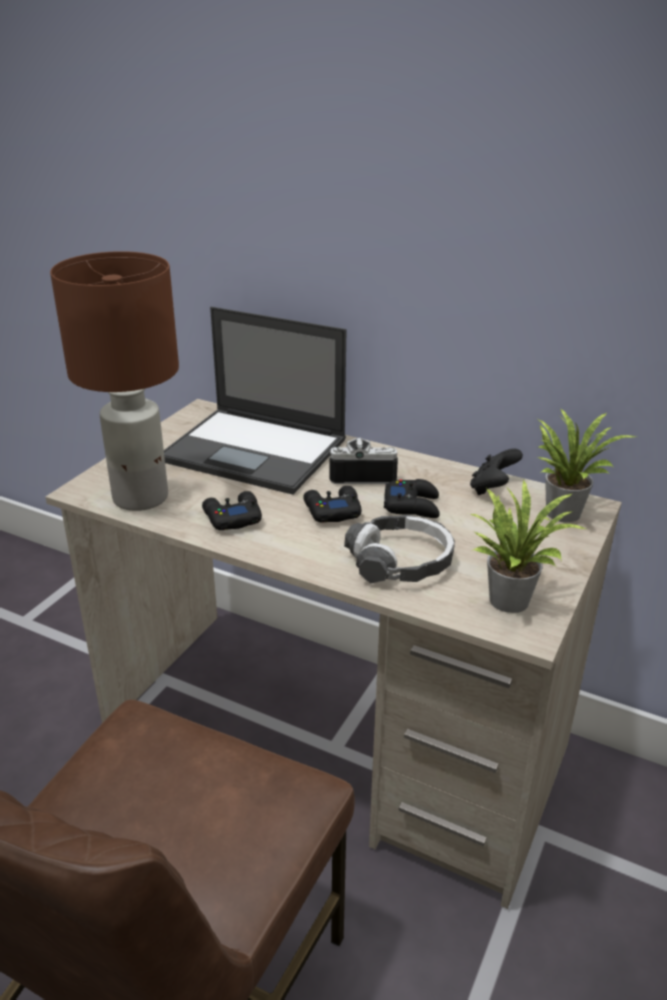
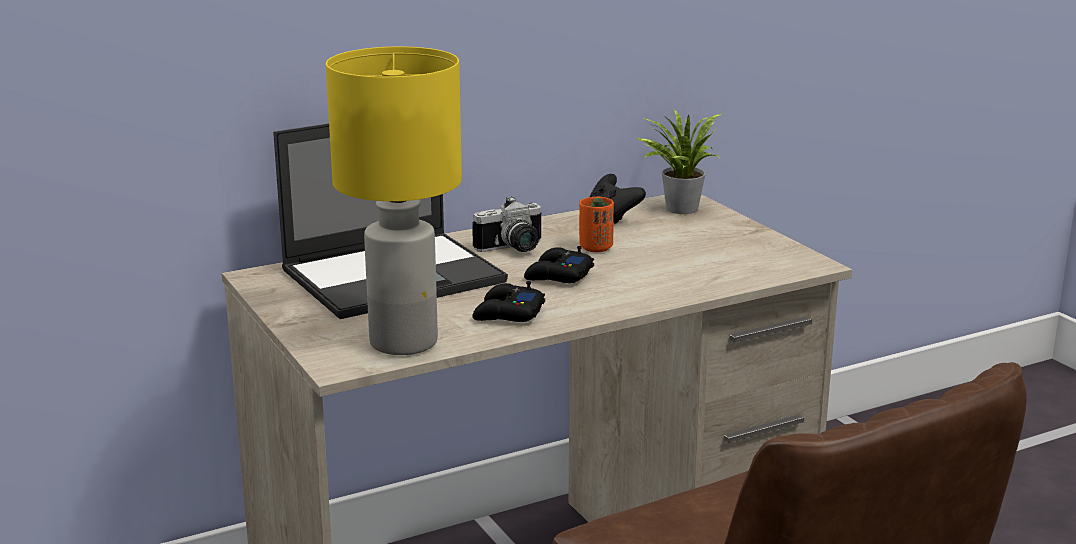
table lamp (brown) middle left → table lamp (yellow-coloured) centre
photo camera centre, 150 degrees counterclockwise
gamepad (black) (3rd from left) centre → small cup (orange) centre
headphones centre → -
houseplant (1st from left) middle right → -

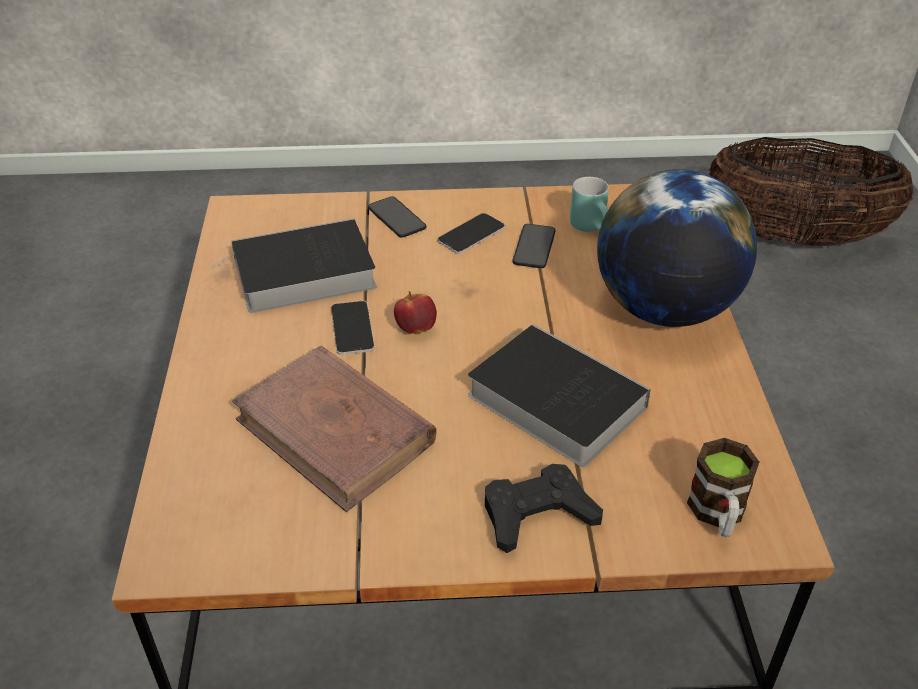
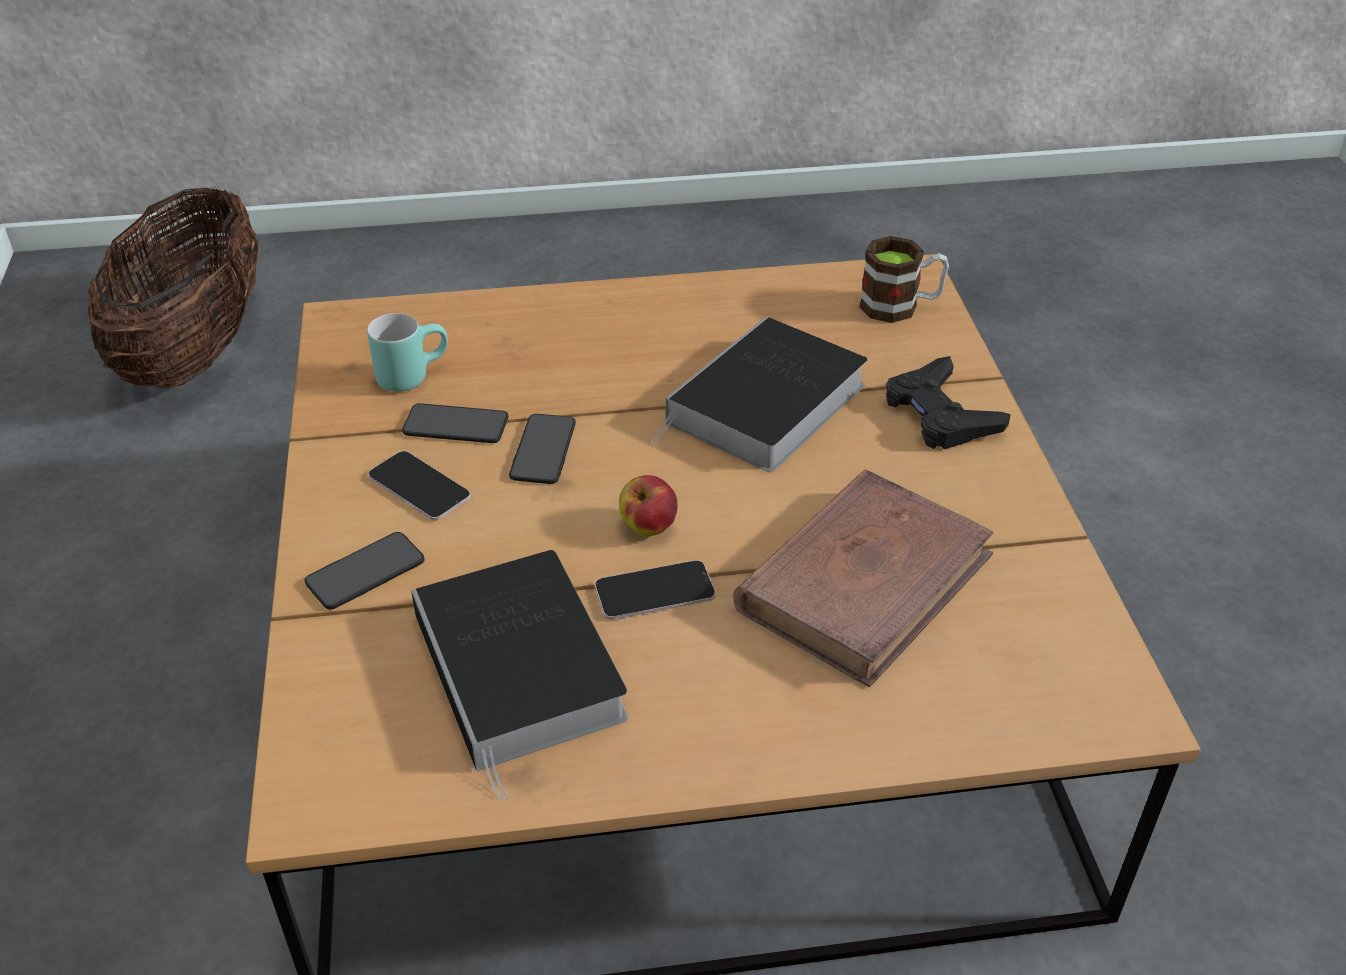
- → phone (4th from left) centre
desk globe middle right → -

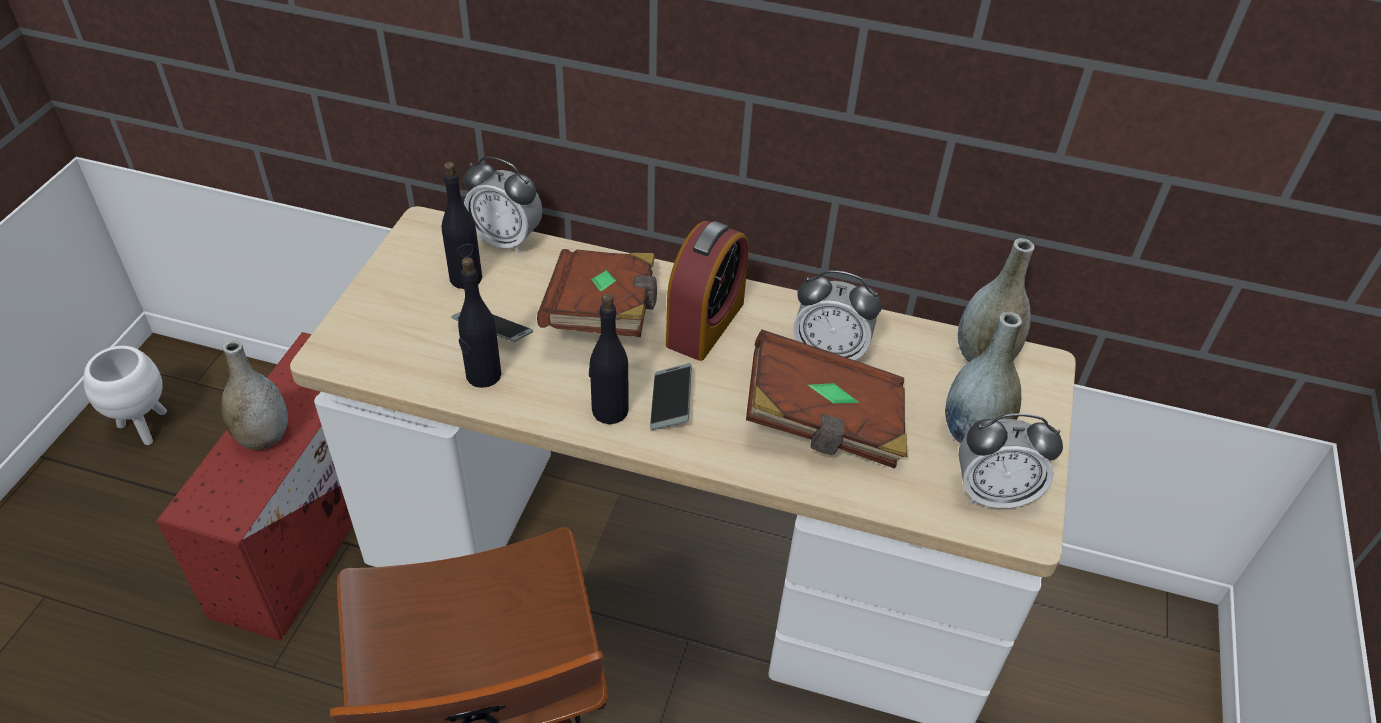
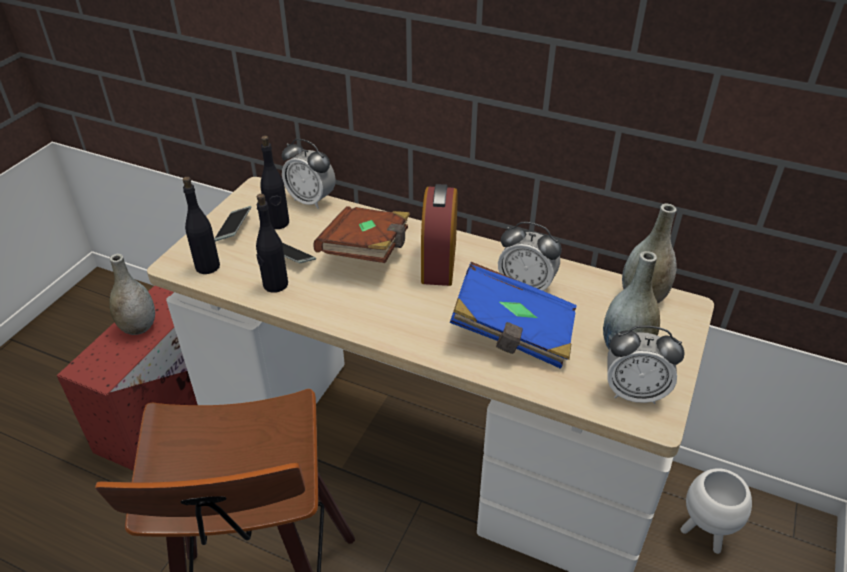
drink bottle (black) (3rd from left in the first image) centre → drink bottle (black) (1st from left) middle left, moved
phone (2nd from left in the first image) centre → phone (1st from left) middle left, moved
bedside clock (2nd from left) centre, 150 degrees clockwise
volume (brown) (2nd from left) centre → volume (bluish) centre
flower pot (whitish) middle left → flower pot (whitish) bottom right, moved

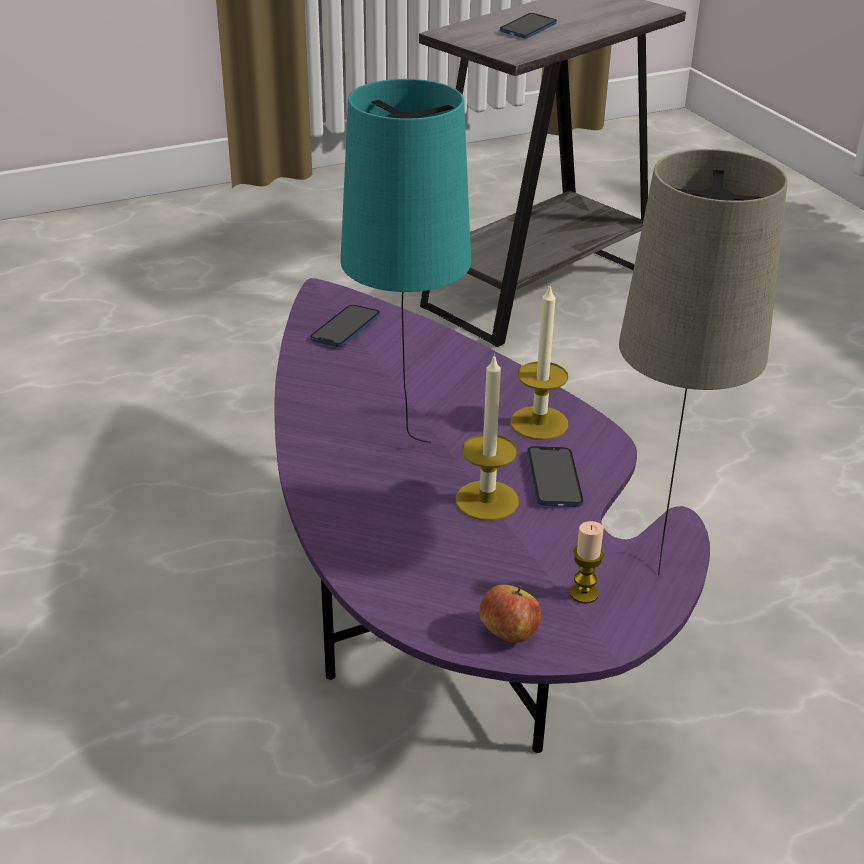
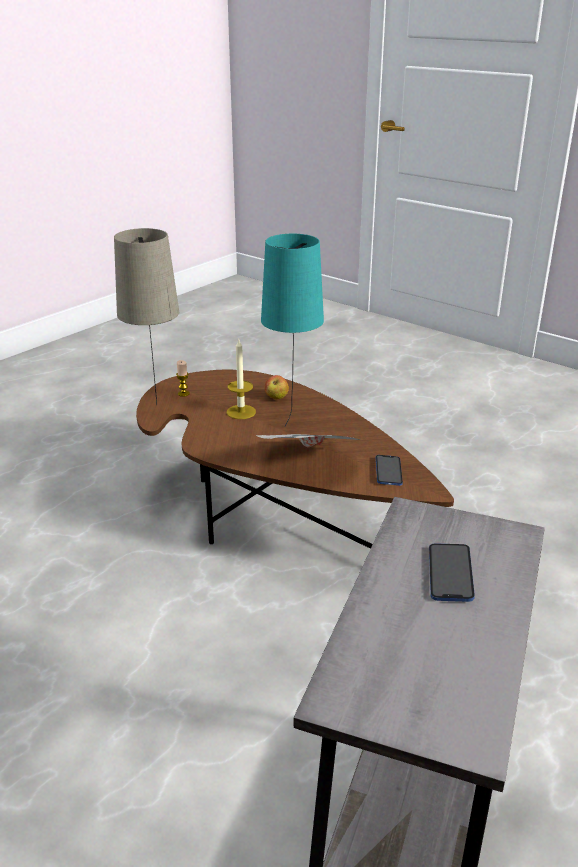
lounge table (purple) centre → lounge table (brown) centre
- → daily paper centre
apple bottom centre → apple centre, moved
wax candle (2nd from left) centre → -
phone (3rd from left) centre → -

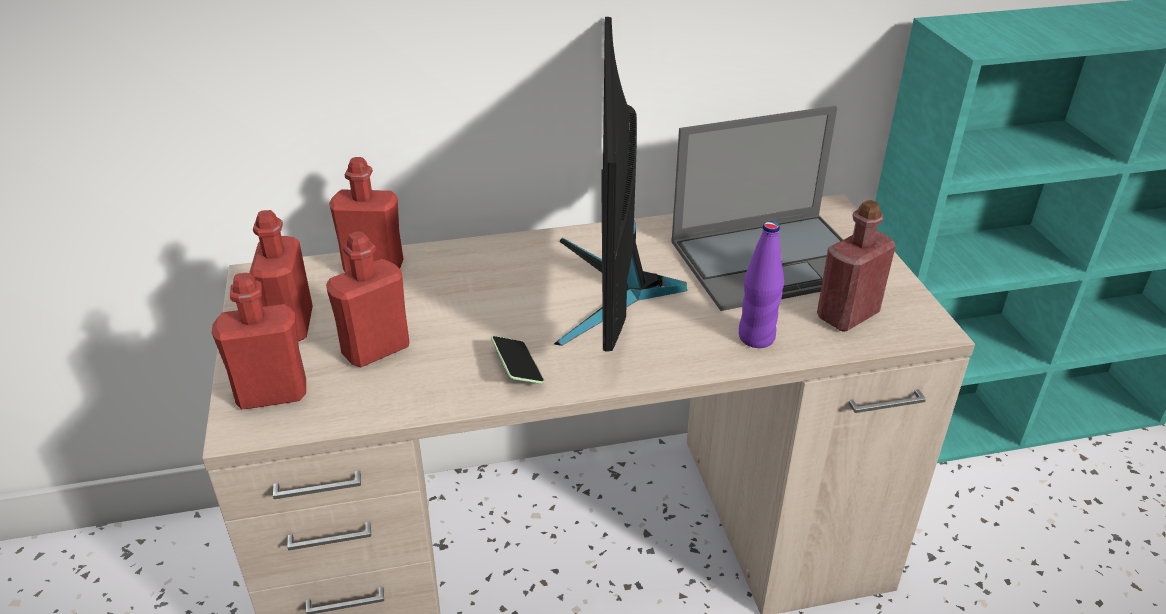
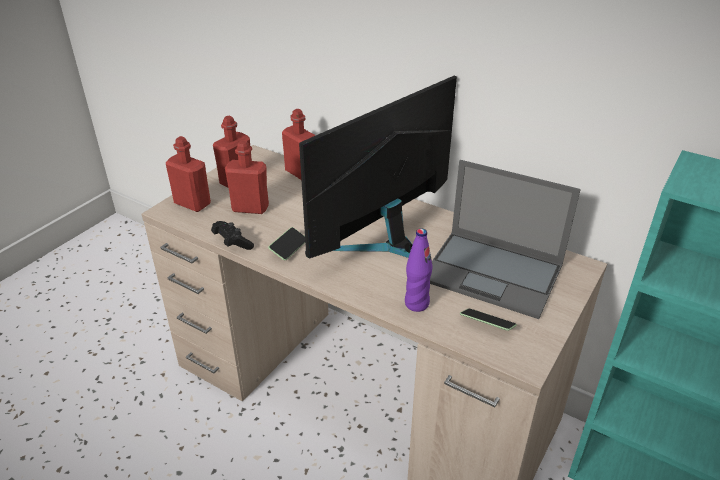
- → gamepad (black) middle left
drink bottle (red) (5th from left) middle right → phone (2nd from left) middle right

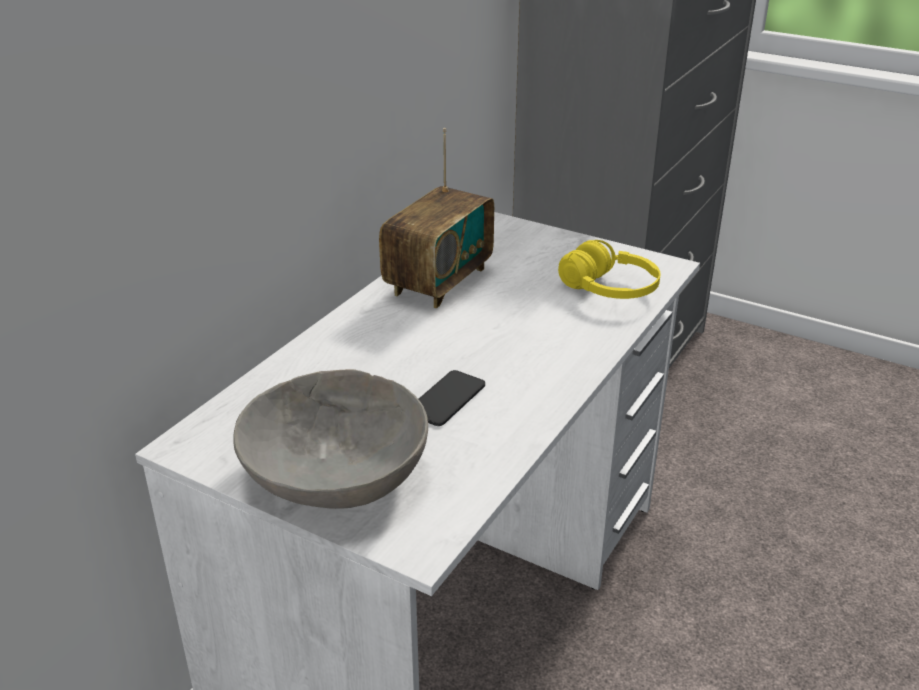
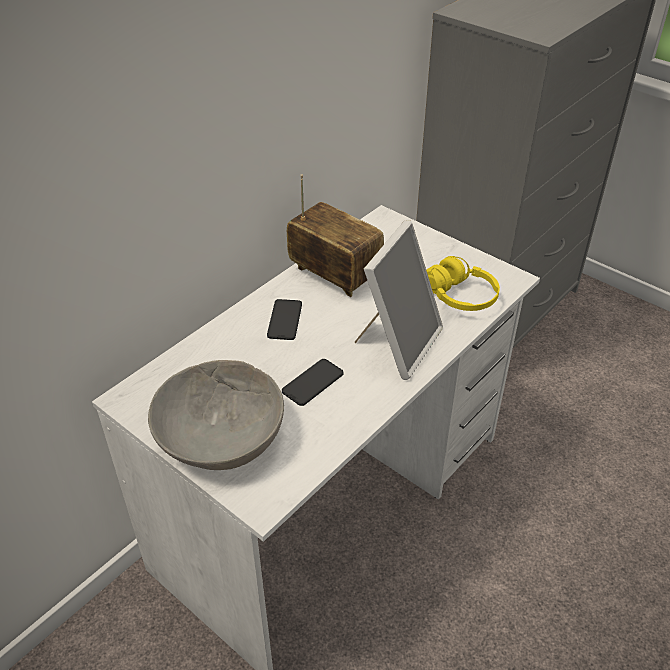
- → phone (1st from left) centre
radio top centre → radio centre, 90 degrees counterclockwise
- → standing frame centre

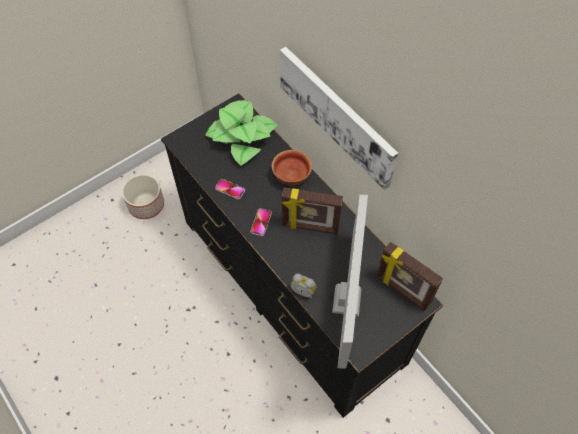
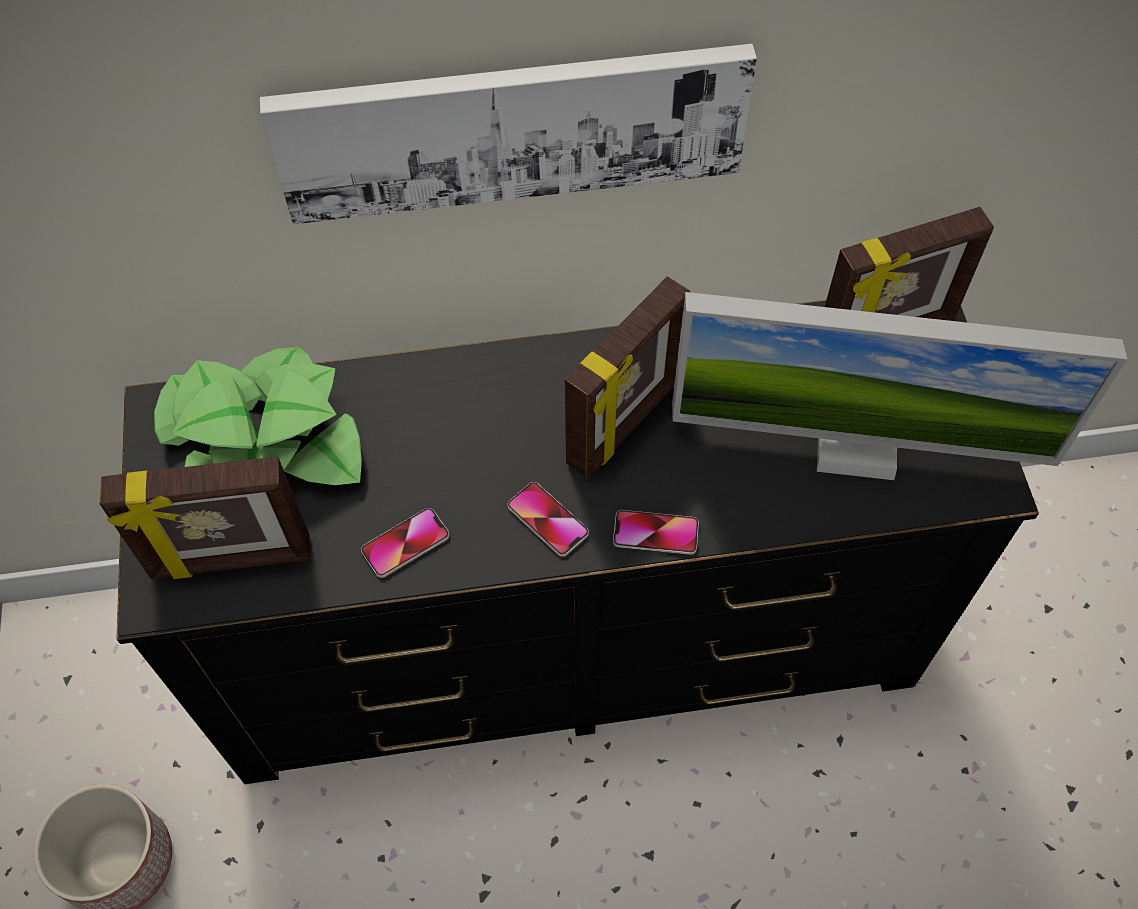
- → standing frame (1st from left) middle left
- → phone (3rd from left) centre
computer screen centre → computer screen middle right, 150 degrees clockwise
bowl centre → -
bedside clock centre → -

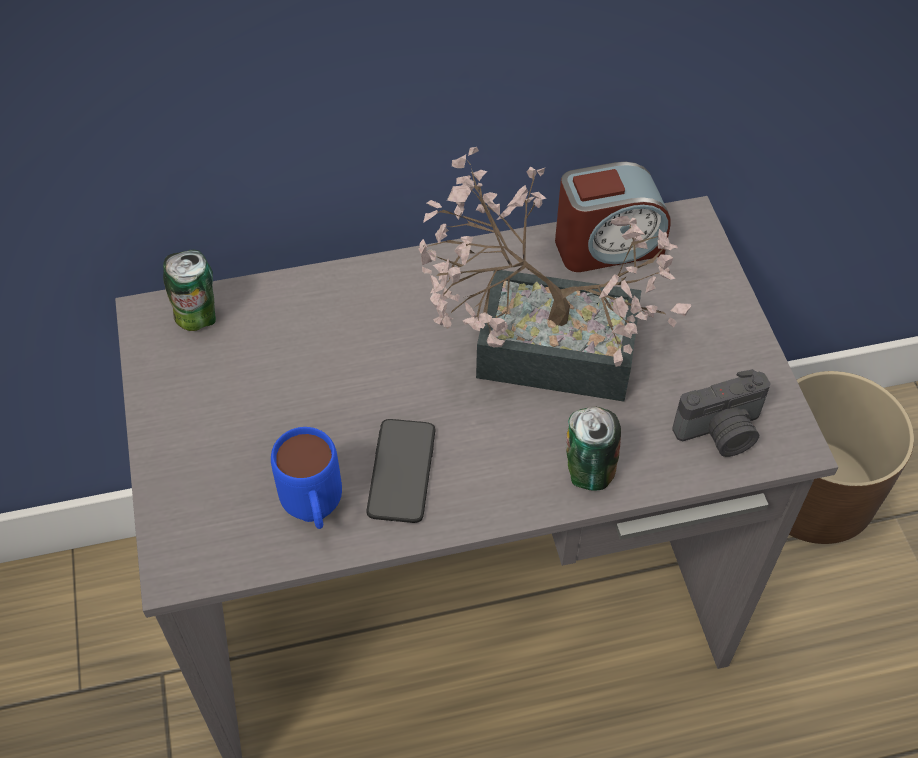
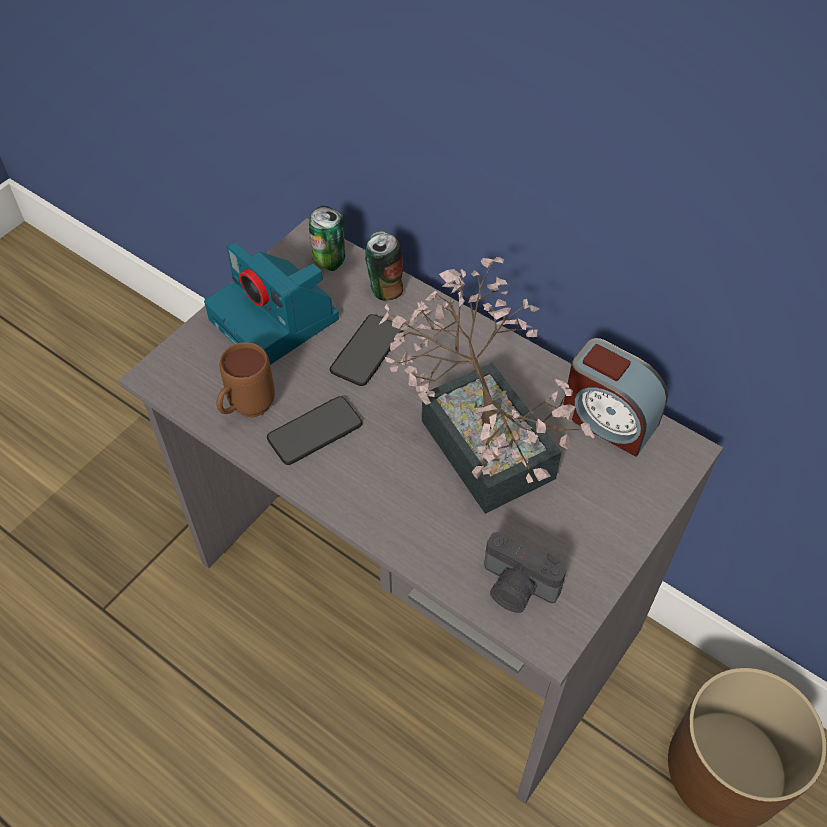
- → photo camera (1st from left) middle left
tea mug (bluish) centre → tea mug (brown) middle left
- → phone (2nd from left) centre
metal can (2nd from left) centre → metal can (2nd from left) top centre, moved

